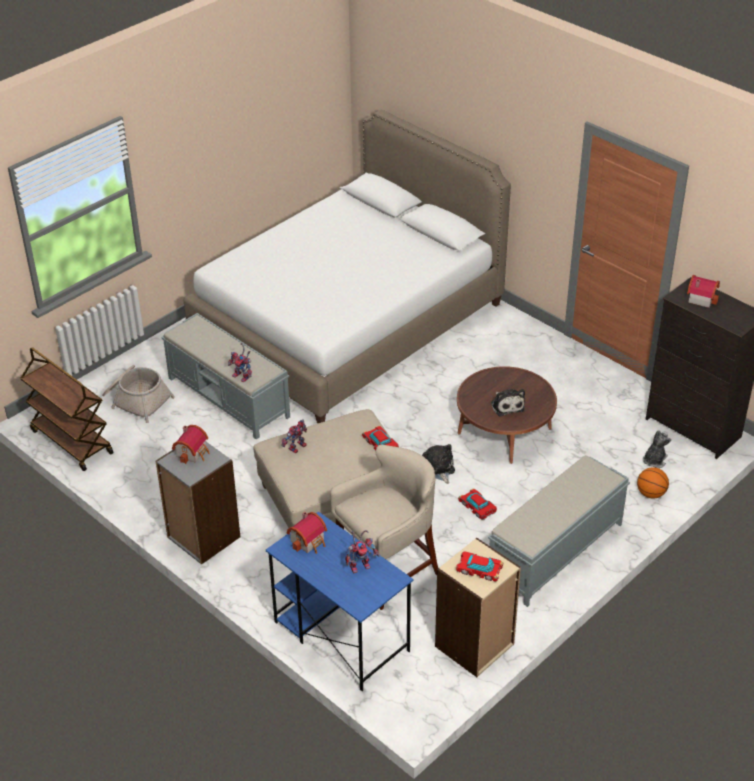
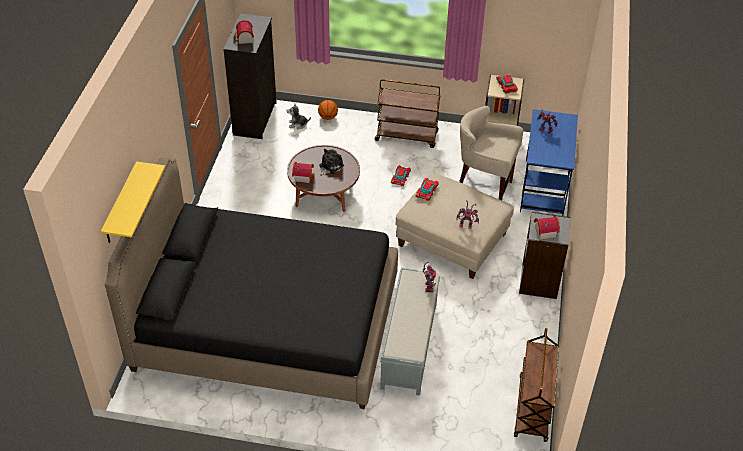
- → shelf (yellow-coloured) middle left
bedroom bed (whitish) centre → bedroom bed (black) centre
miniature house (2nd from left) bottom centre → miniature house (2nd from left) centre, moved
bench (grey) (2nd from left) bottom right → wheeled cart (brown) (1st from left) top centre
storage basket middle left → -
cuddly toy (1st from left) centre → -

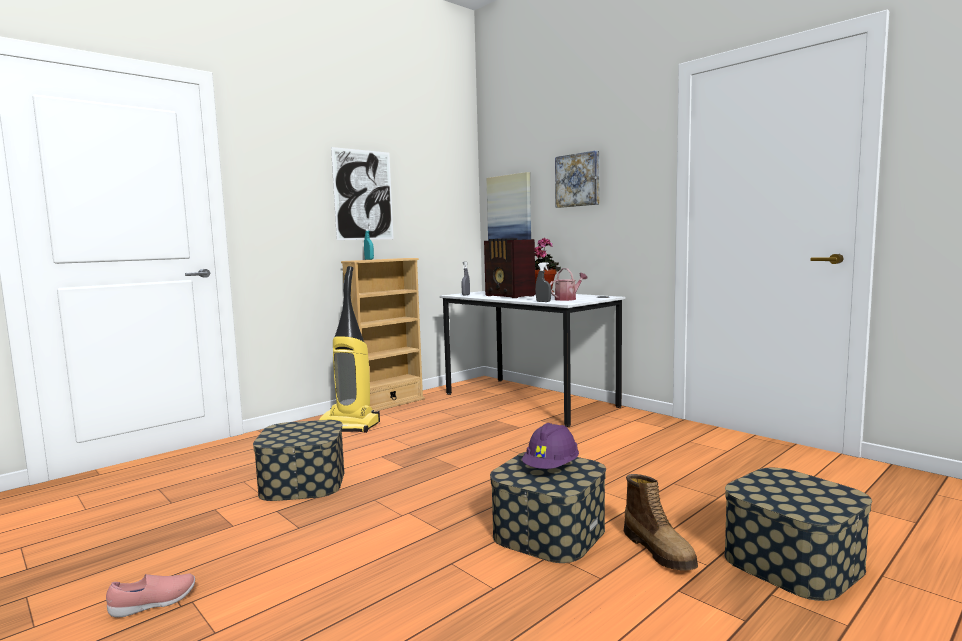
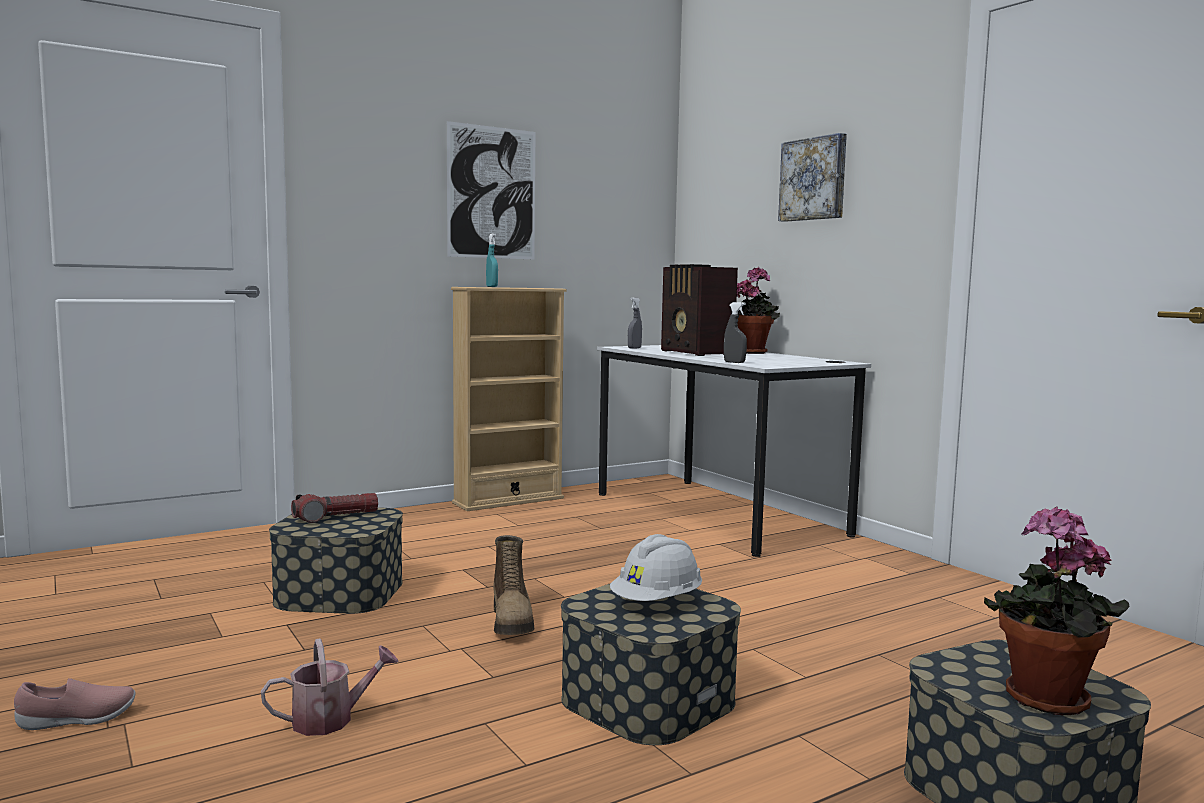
watering can centre → watering can bottom left, moved
- → torch middle left
tall boot bottom right → tall boot bottom centre, moved
work helmet (purple) bottom centre → work helmet (whitish) bottom centre
- → houseplant (2nd from left) bottom right
vacuum centre → -
wall picture (2nd from left) top centre → -

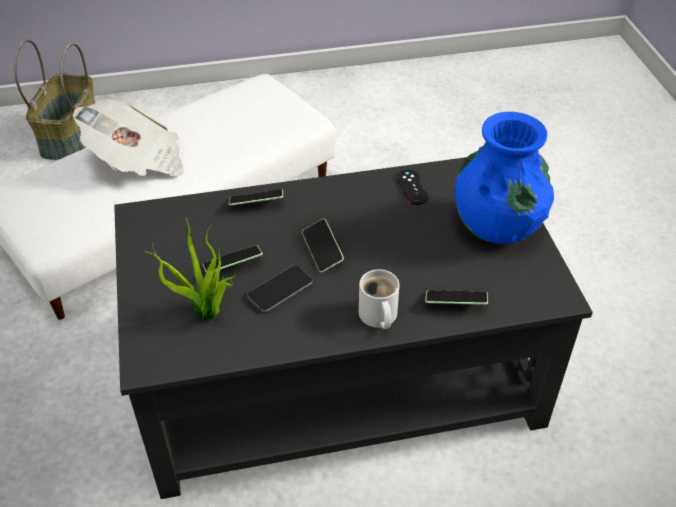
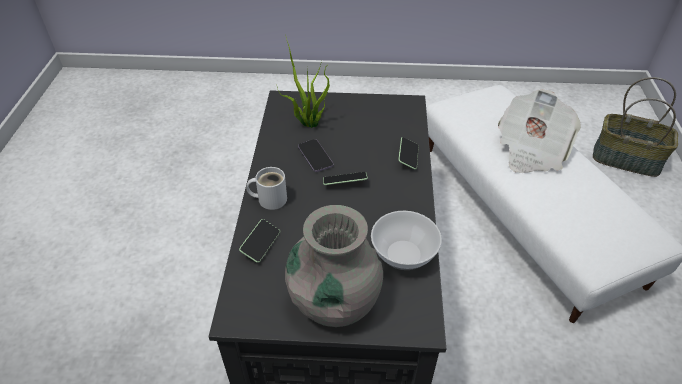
decorative vase (bluish) middle right → decorative vase (grey) bottom centre
gamepad (black) centre → bowl centre
phone (1st from left) centre → -

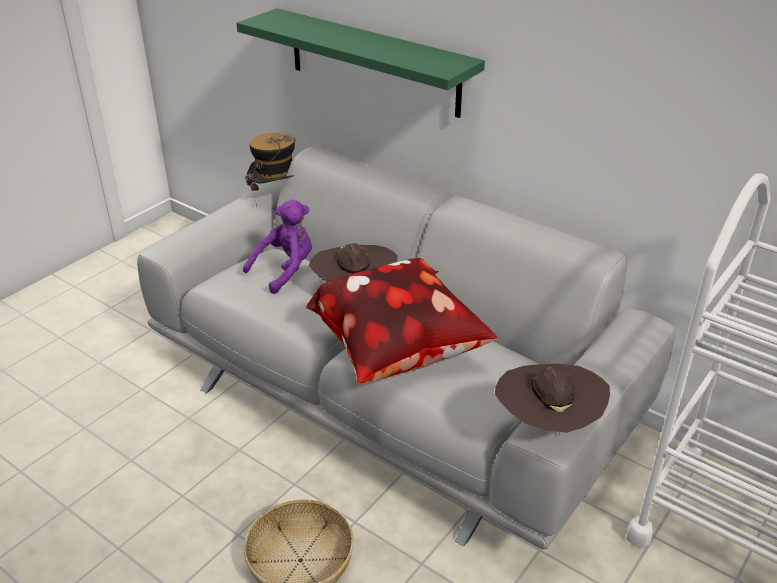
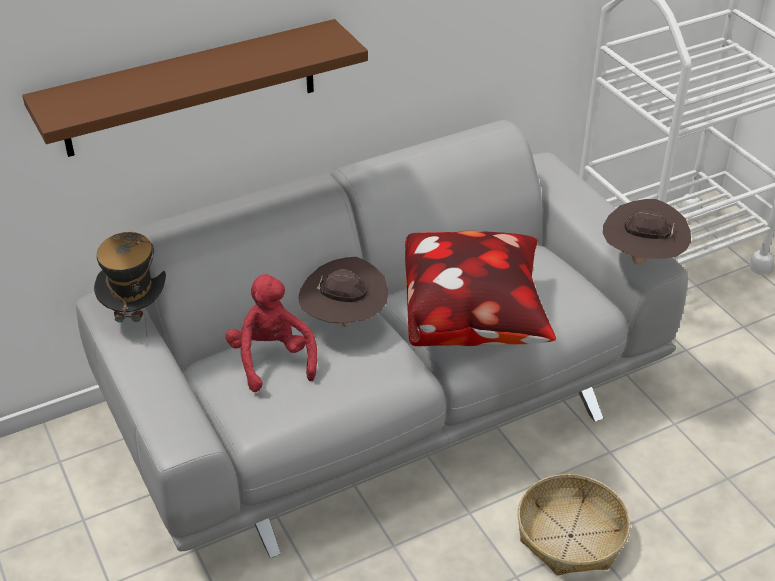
shelf (green-coloured) top centre → shelf (brown) top left
cuddly toy (purple) centre → cuddly toy (red) centre

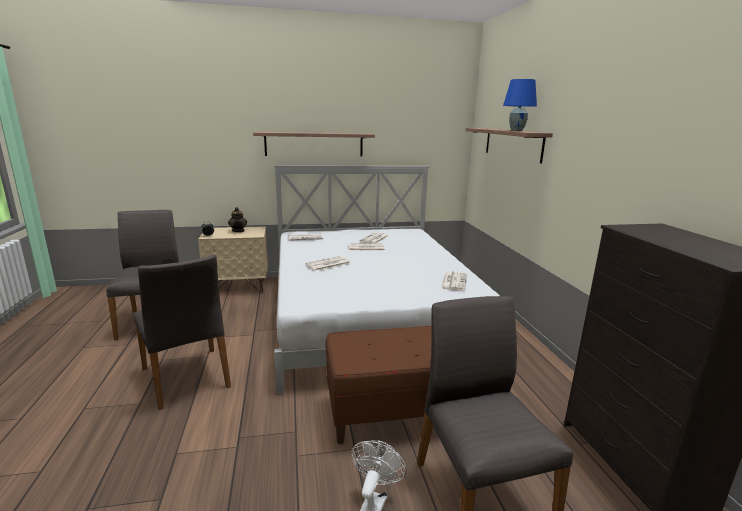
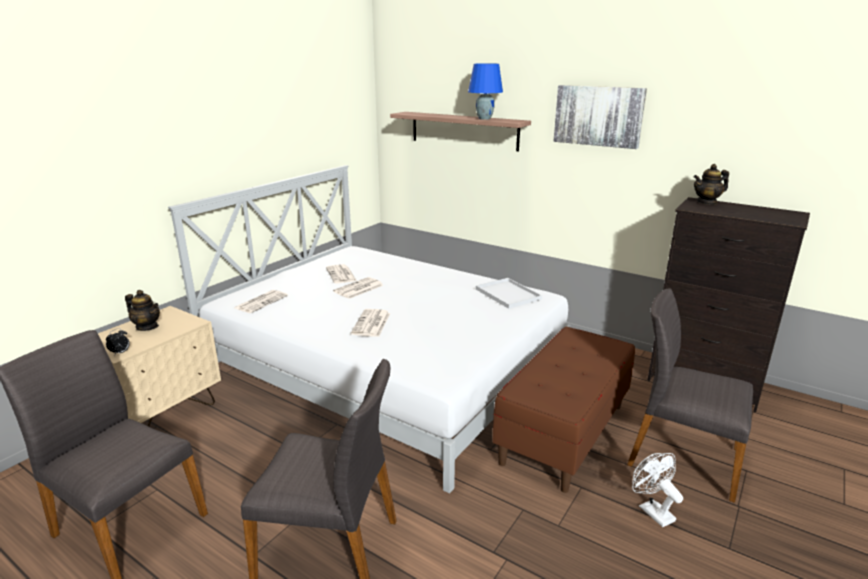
daily paper (5th from left) centre → tray (whitish) centre
- → wall picture top right
- → teapot (2nd from left) top right
shelf (1st from left) top centre → -

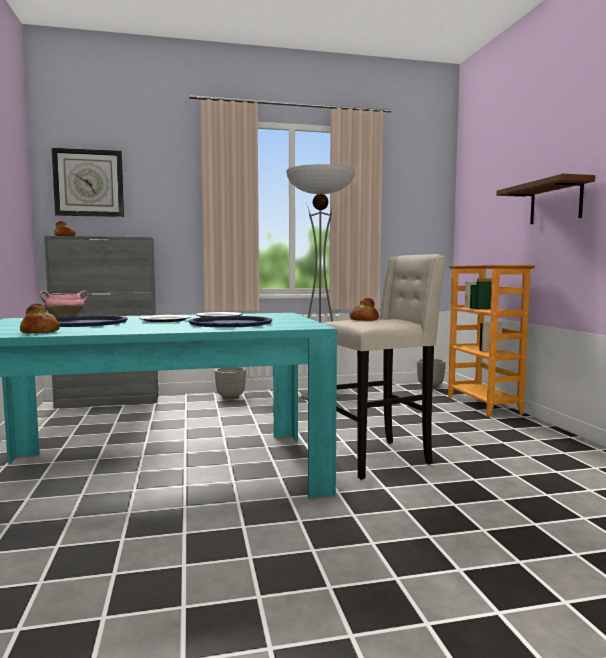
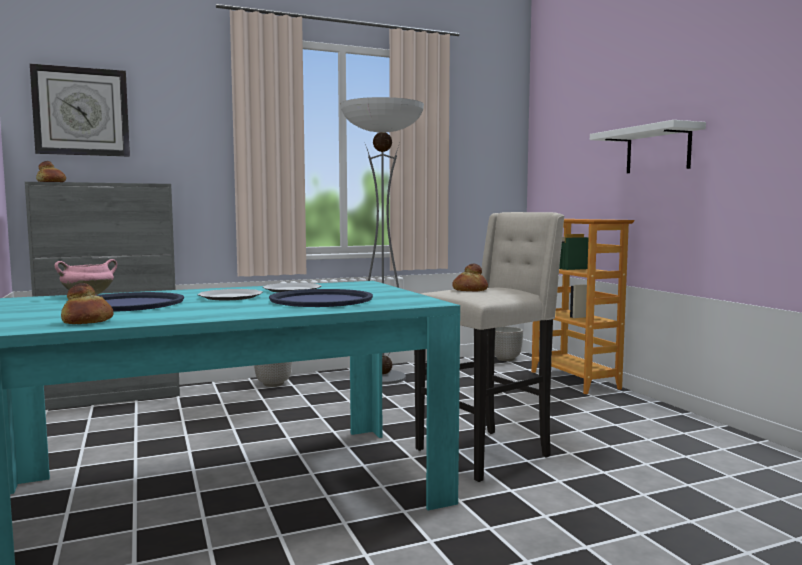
shelf (brown) top right → shelf (whitish) top right

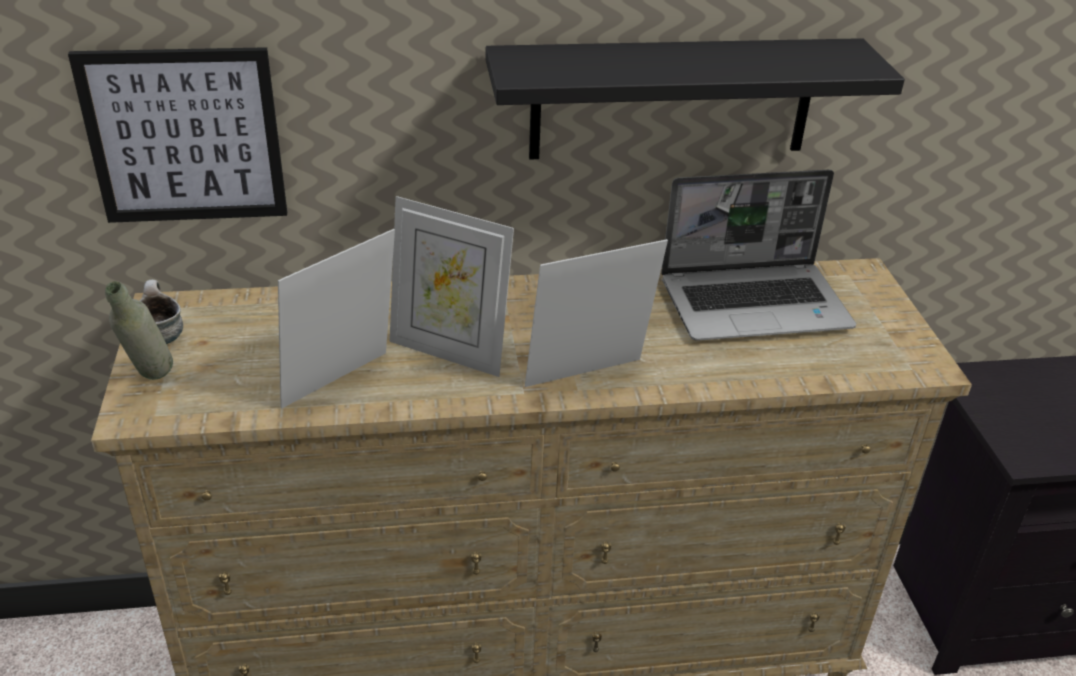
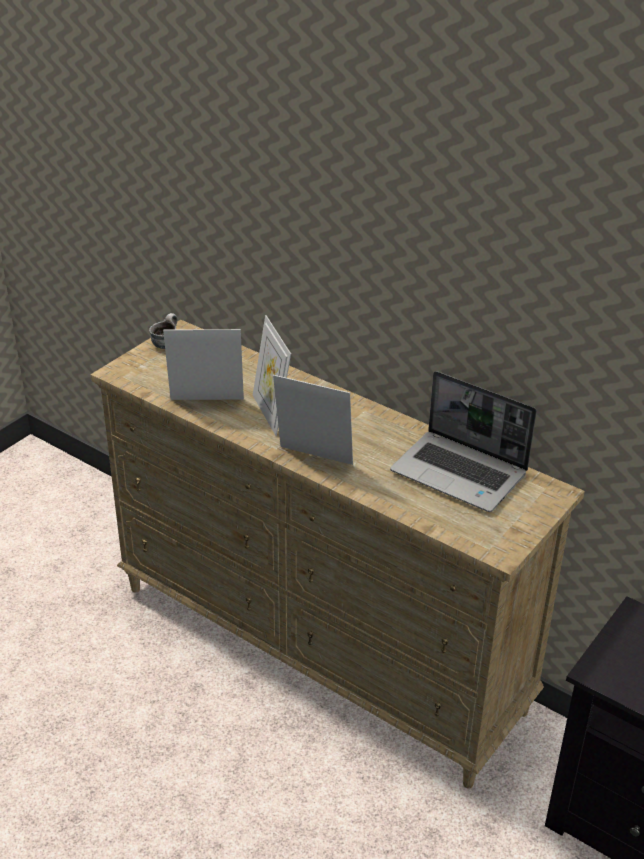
wall picture top left → -
drink bottle (grey) middle left → -
shelf (black) top centre → -

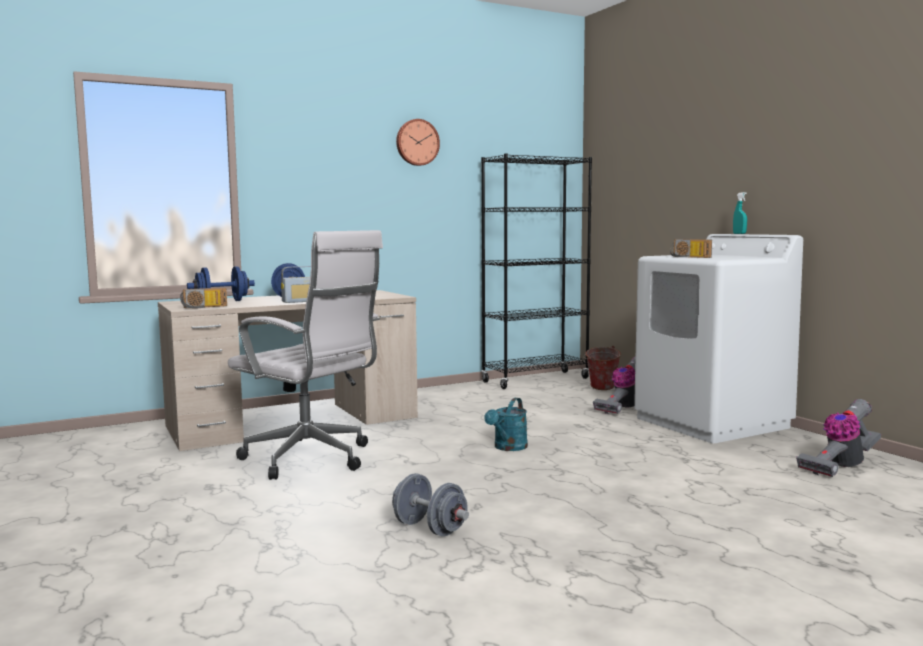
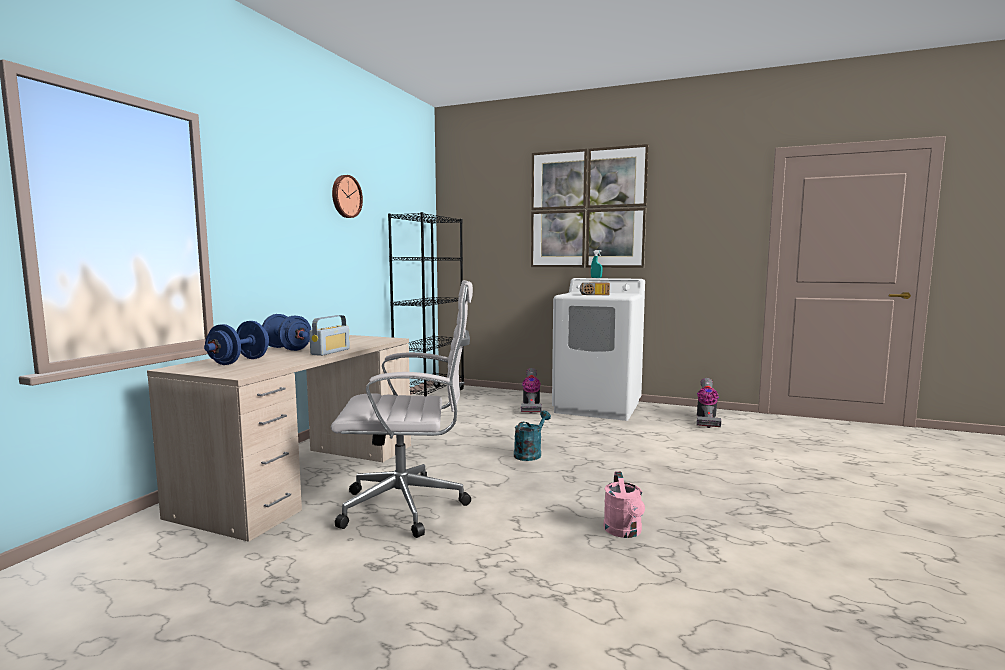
watering can (blue-green) centre, 135 degrees counterclockwise
- → wall picture top centre
hand weight (grey) bottom centre → watering can (pink) bottom centre
radio (1st from left) middle left → -
pail centre → -

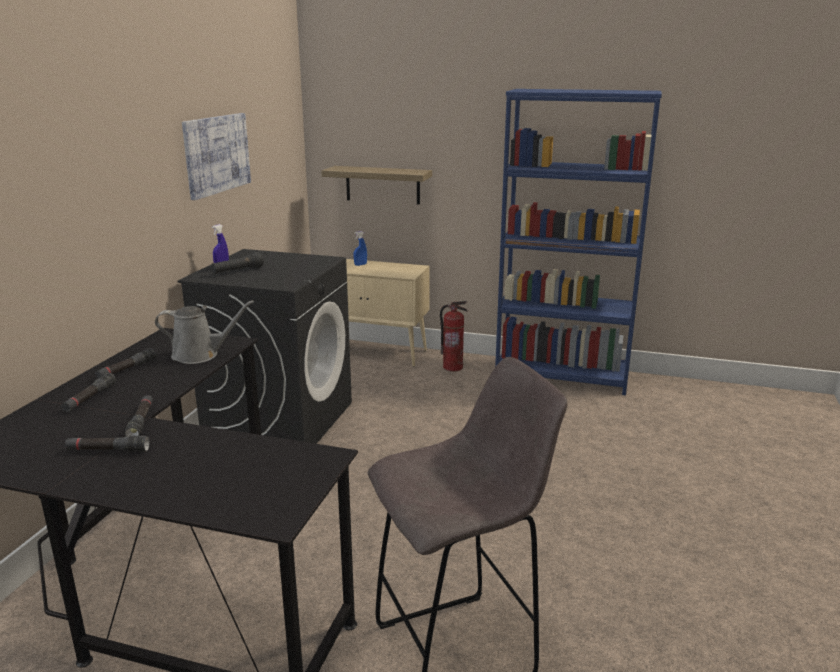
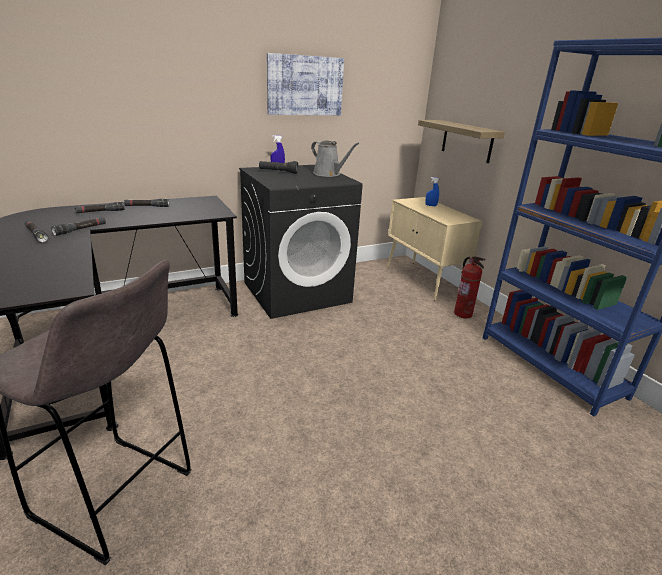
watering can (grey) middle left → watering can (grey) top centre, moved

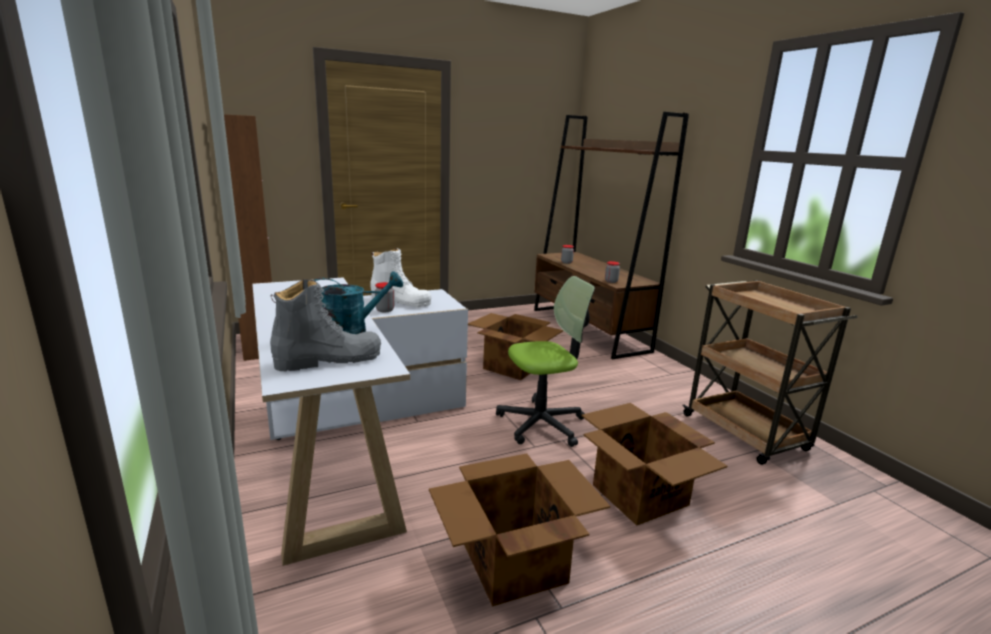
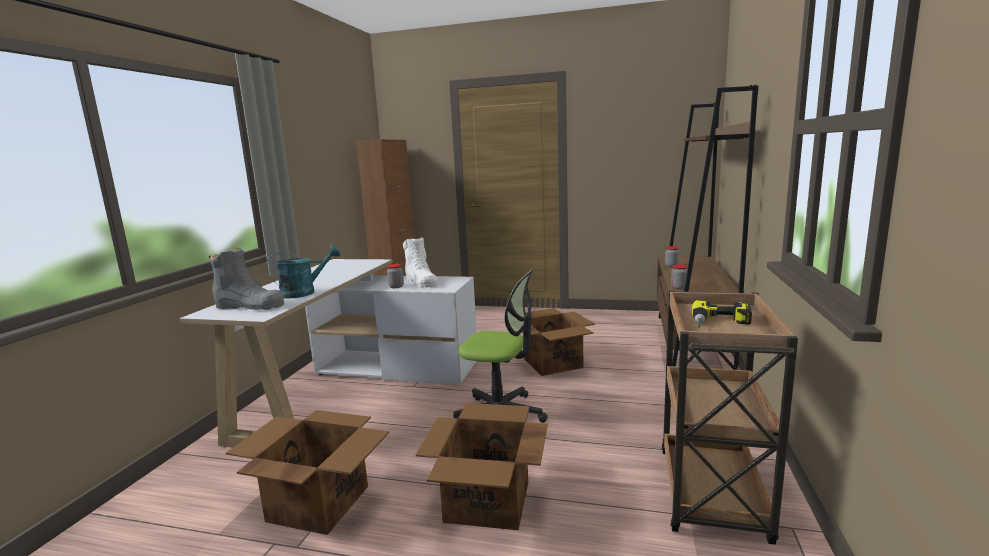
watering can (blue-green) centre → watering can (blue-green) middle left, 45 degrees counterclockwise
- → electric drill middle right

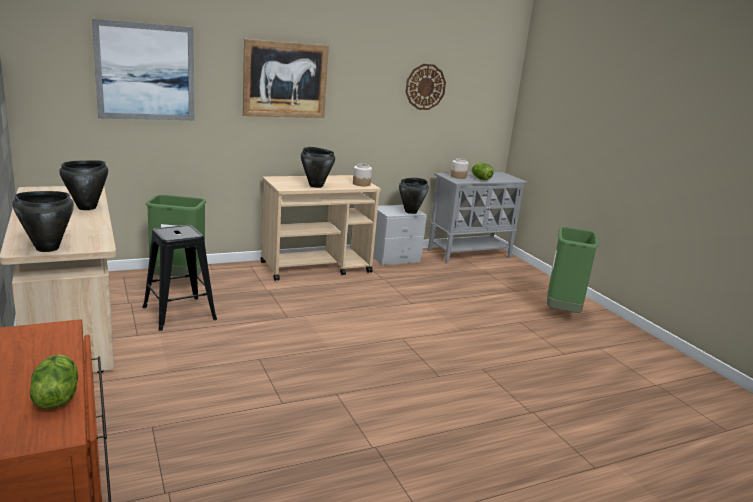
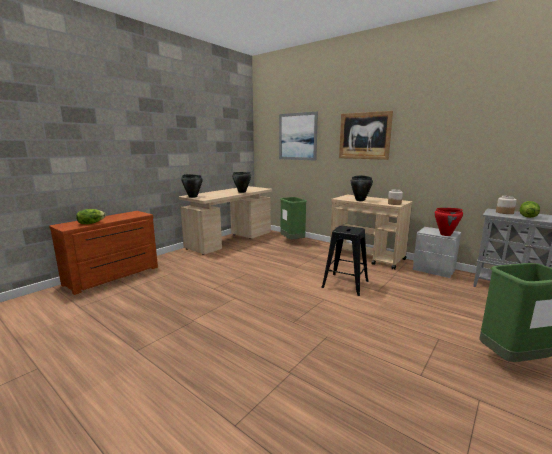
sitting stool (black) middle left → sitting stool (black) centre, moved
saucepot (black) (4th from left) centre → saucepot (red) middle right
wall clock top centre → -

